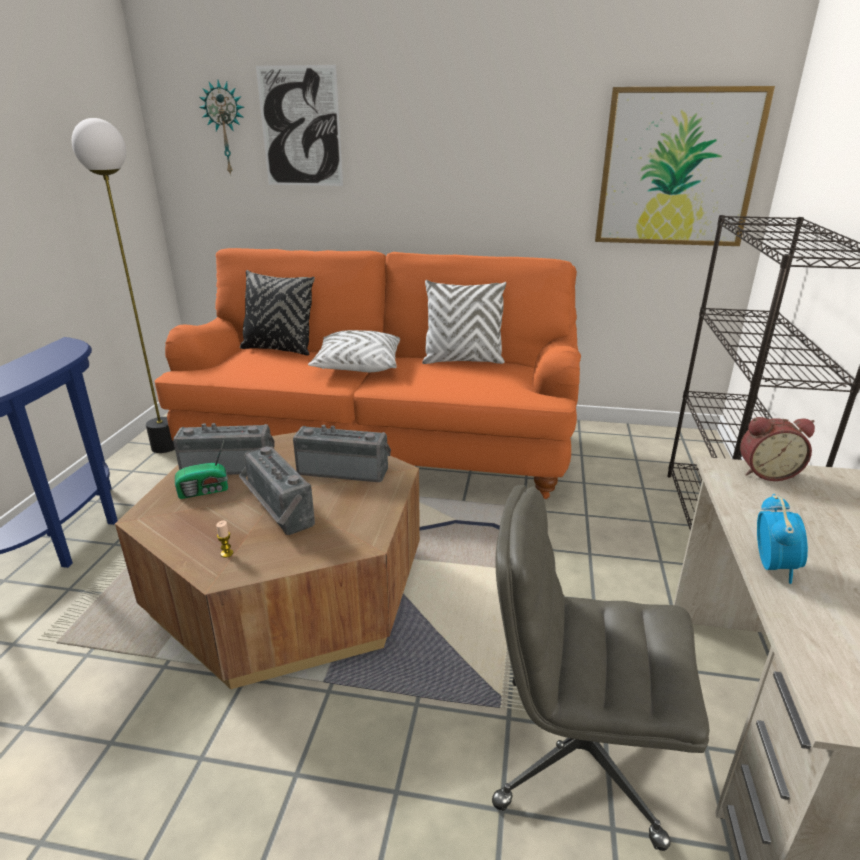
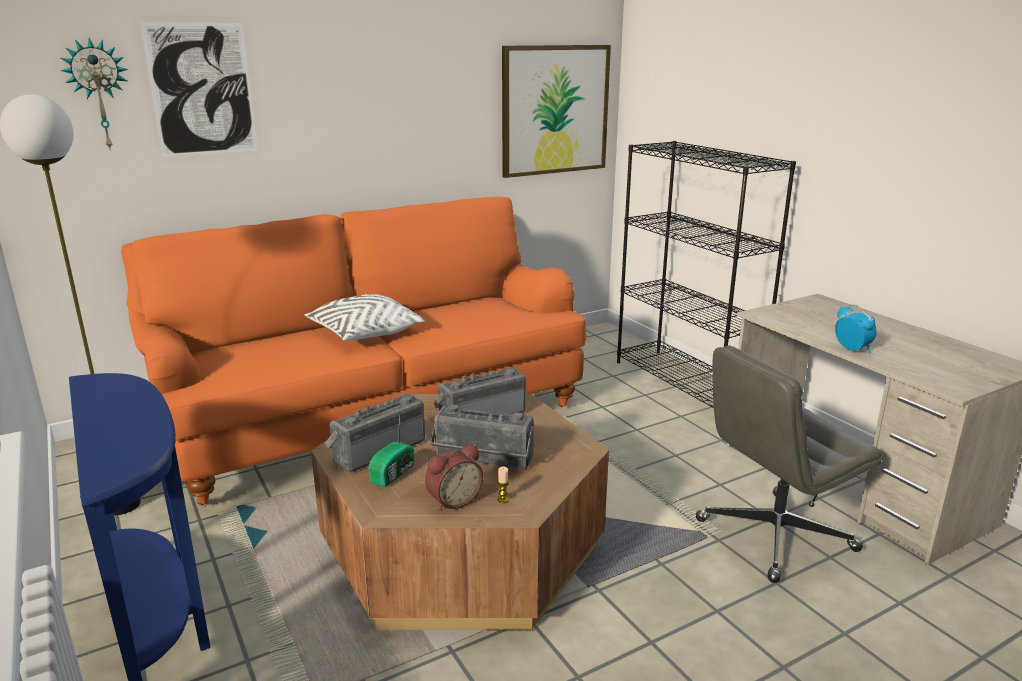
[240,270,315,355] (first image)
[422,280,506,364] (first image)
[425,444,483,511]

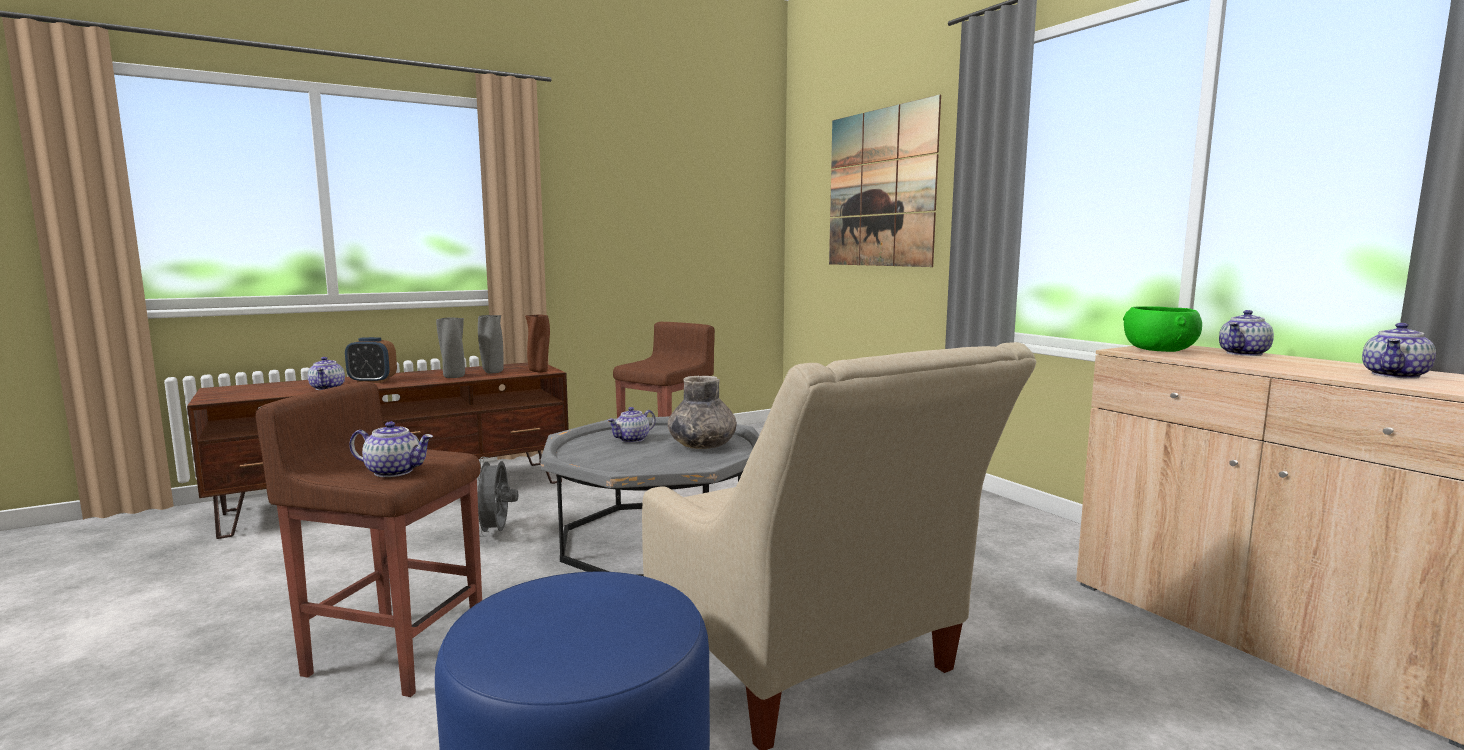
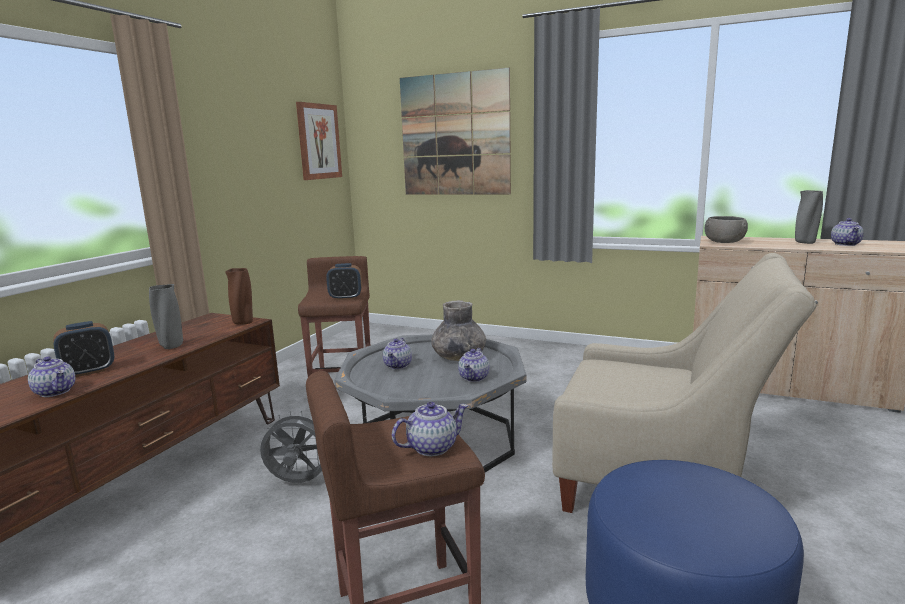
[296,102,342,180]
[326,263,362,300]
[795,190,823,244]
[458,348,490,382]
[705,216,748,243]
[260,411,322,483]

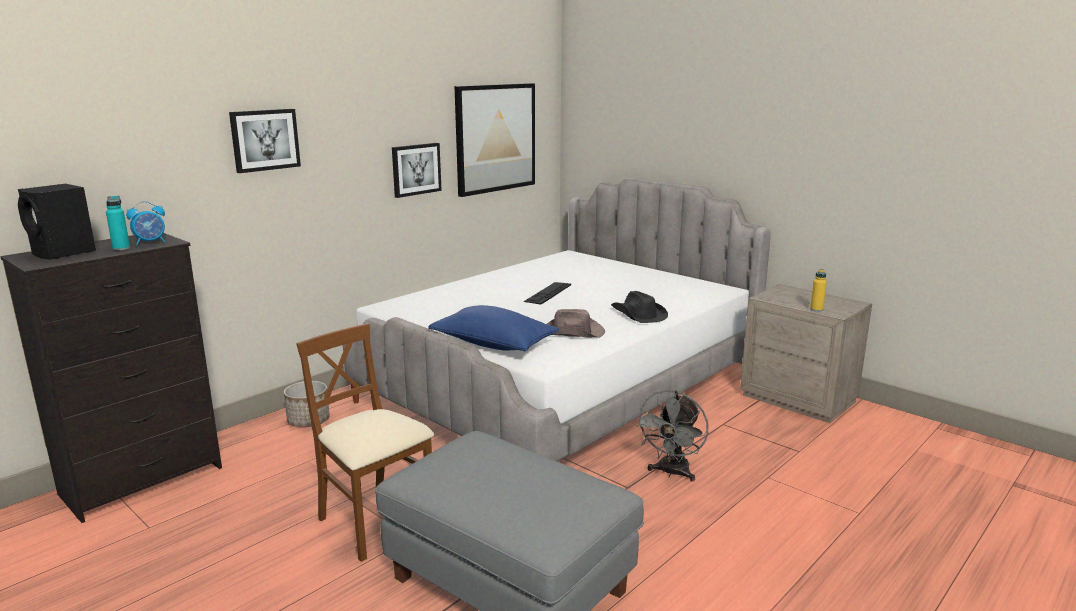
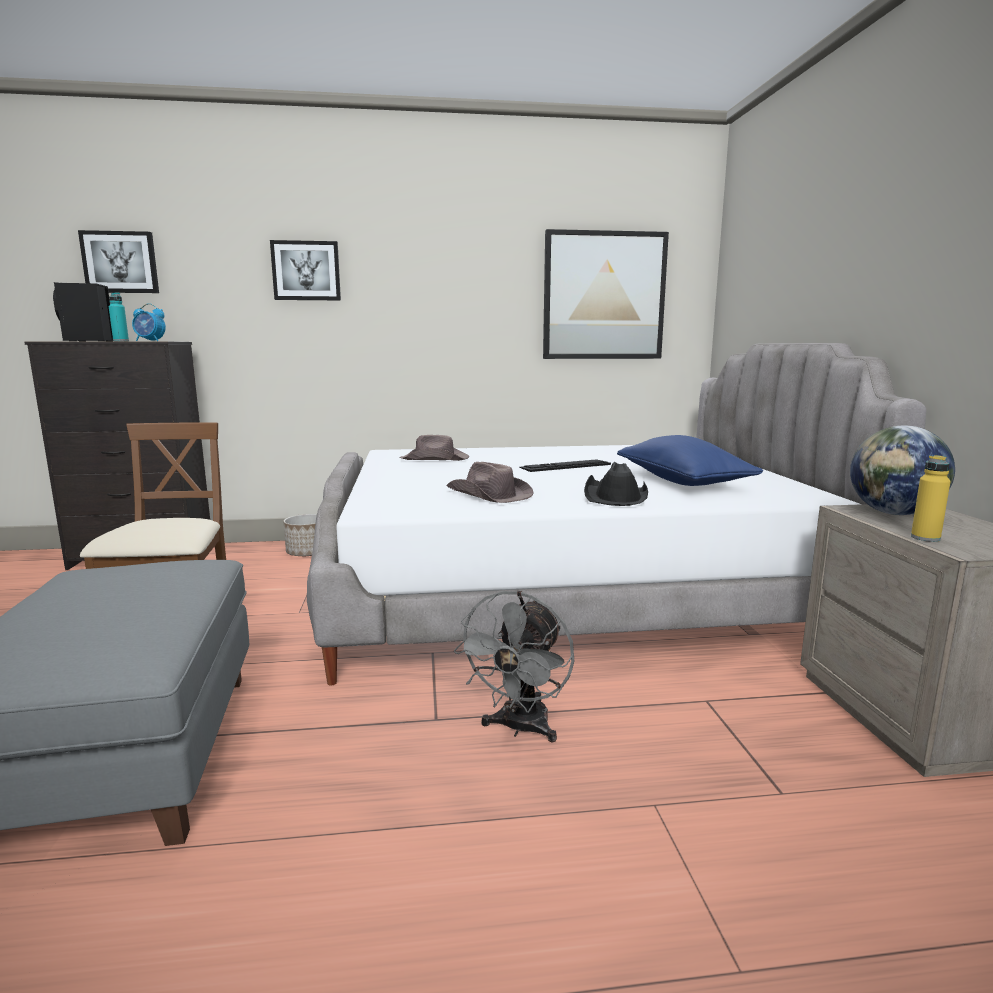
[399,435,469,461]
[850,426,955,515]
[78,230,159,293]
[617,435,763,486]
[454,591,574,743]

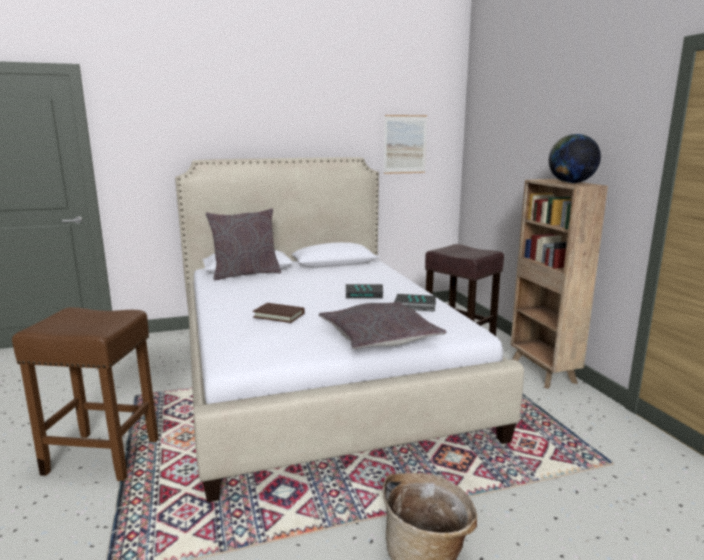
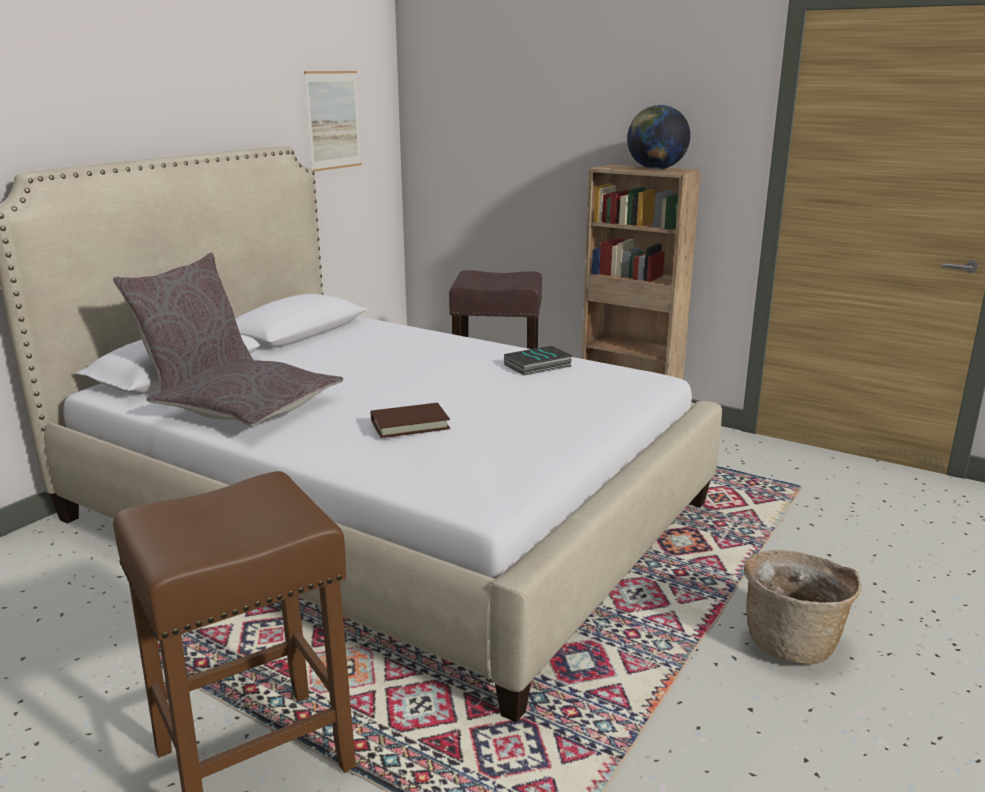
[346,284,383,299] (first image)
[146,358,343,426]

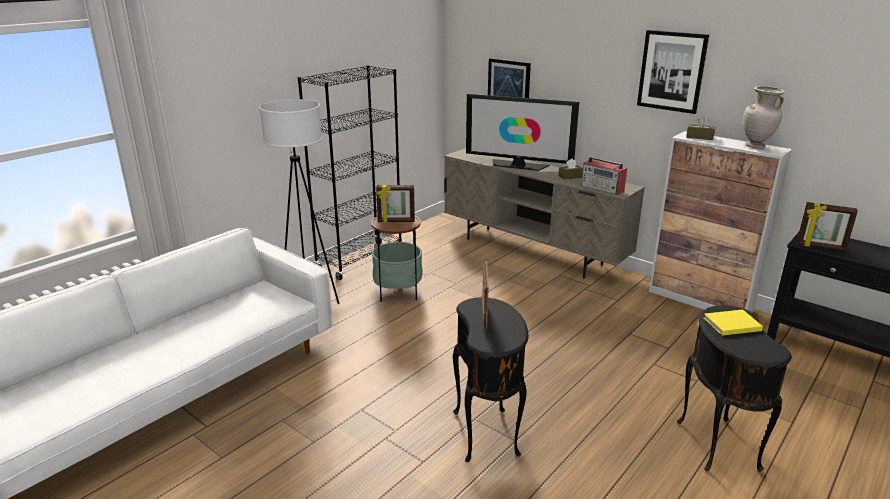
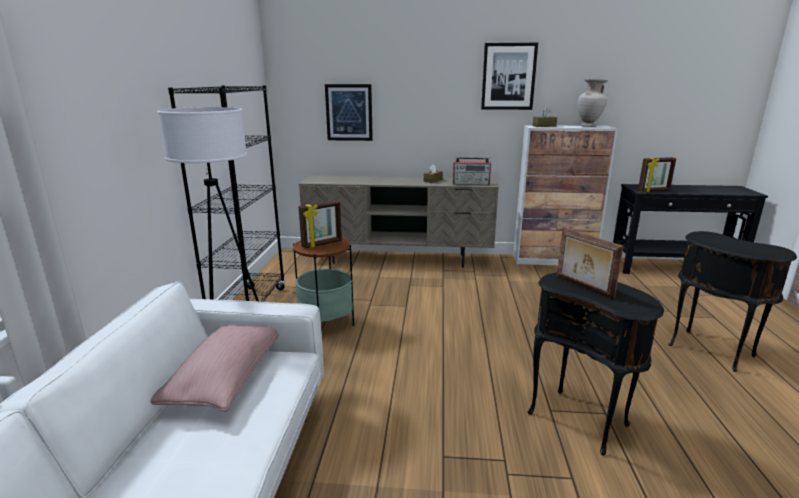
[466,94,579,171] (first image)
[703,310,763,336] (first image)
[151,325,279,411]

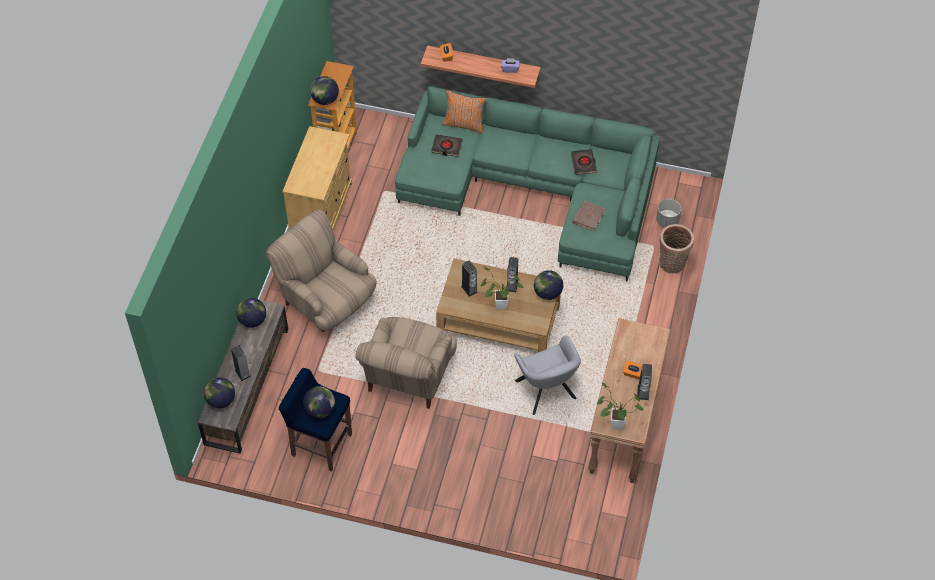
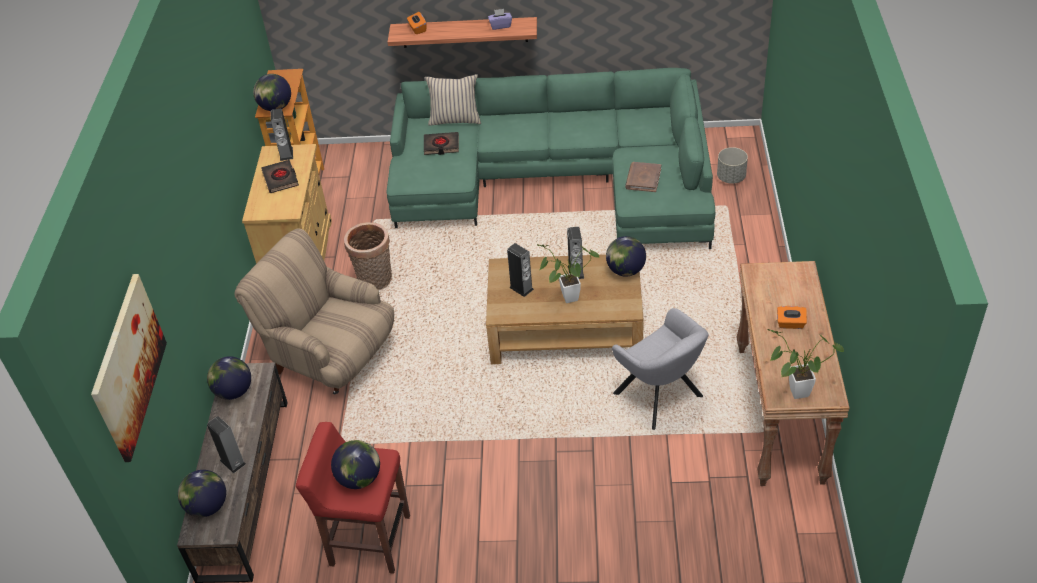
[355,317,457,409] (first image)
[91,274,167,462]
[261,160,299,193]
[271,109,293,161]
[344,222,392,290]
[296,422,410,574]
[425,74,481,126]

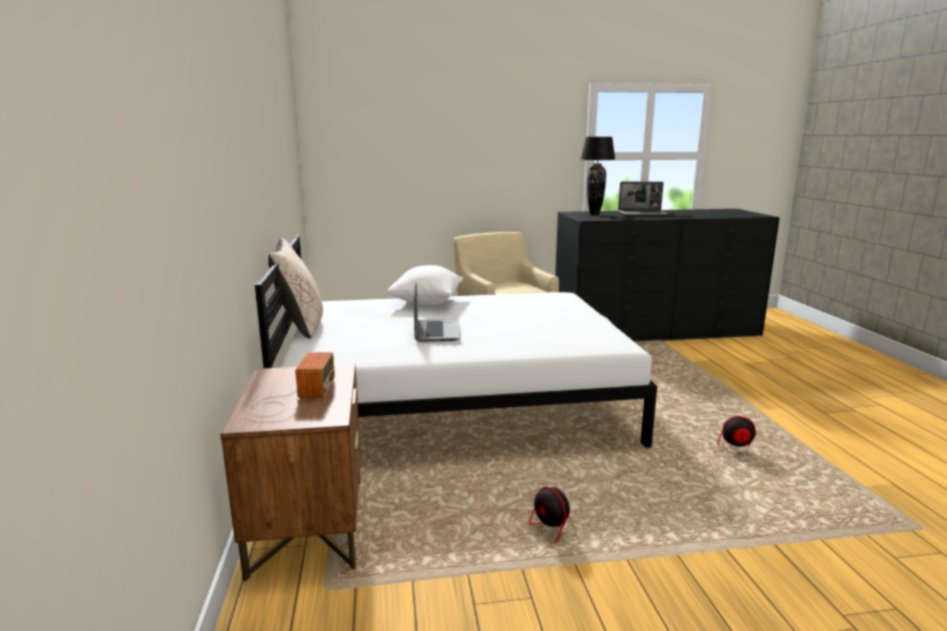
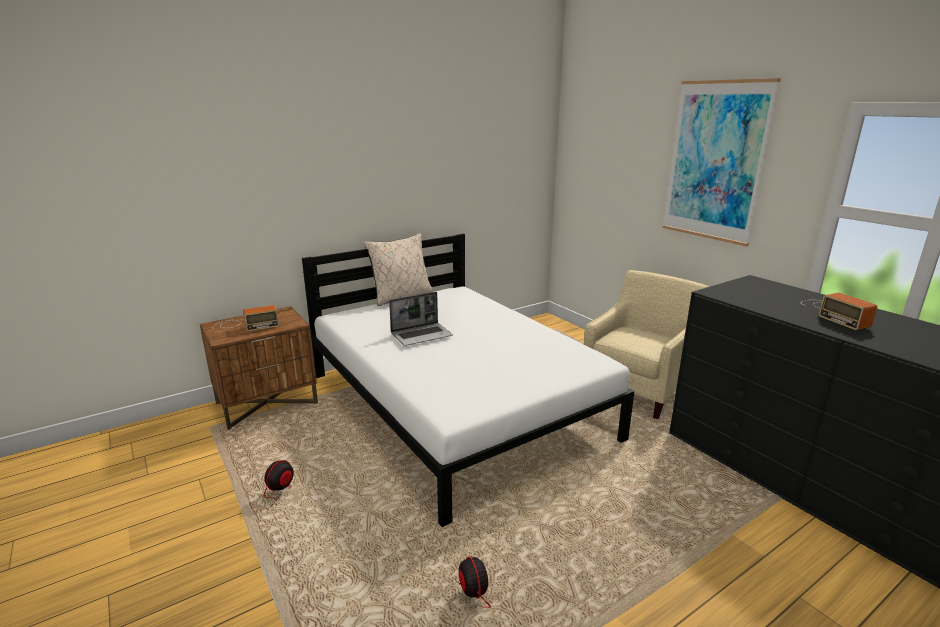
[387,265,463,305] (first image)
[581,137,615,215] (first image)
[662,78,781,246]
[801,293,877,330]

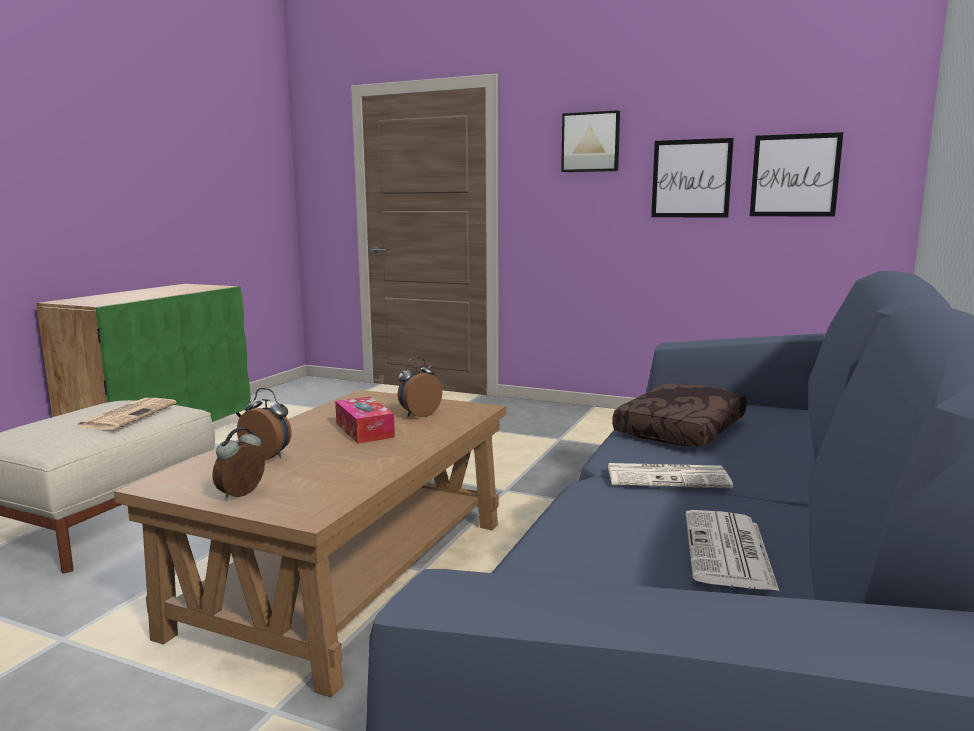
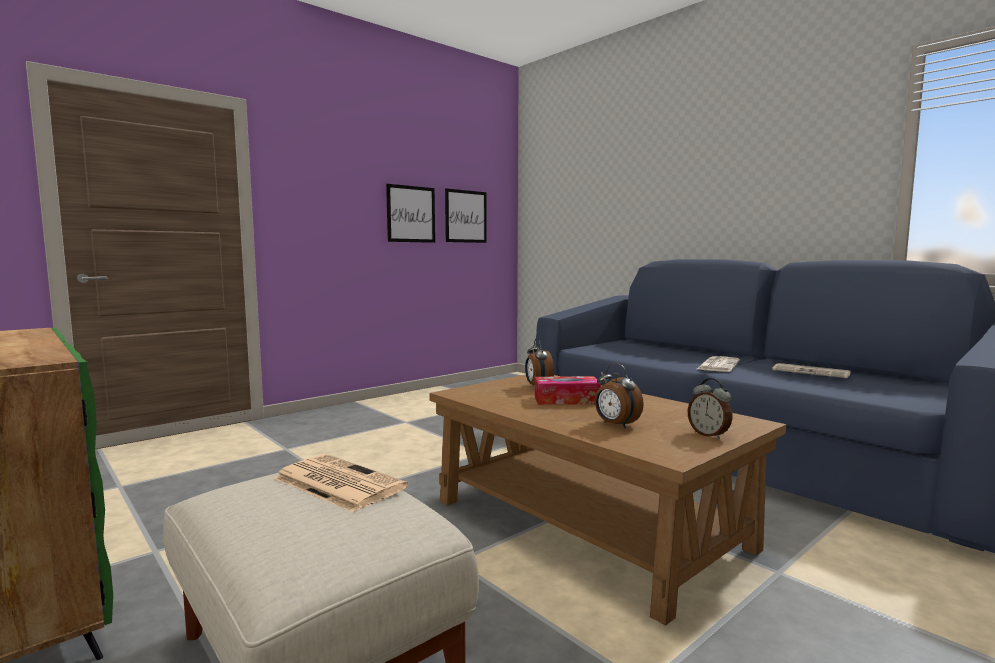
[561,110,620,172] (first image)
[612,383,747,447] (first image)
[595,363,644,428]

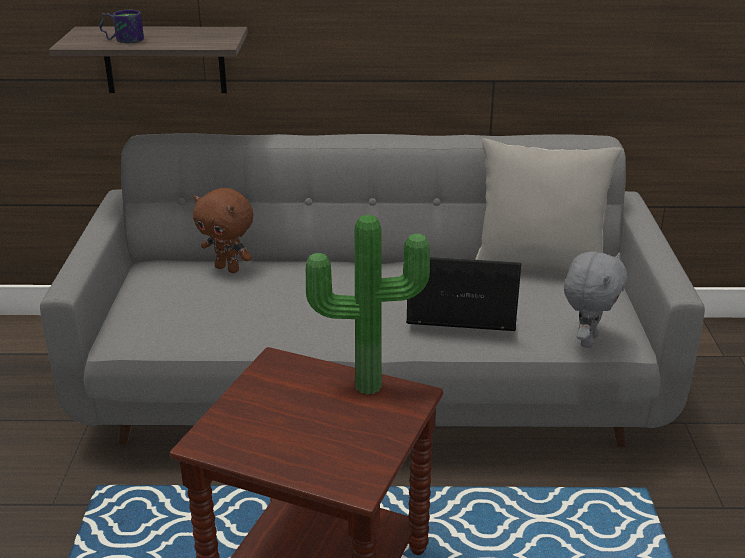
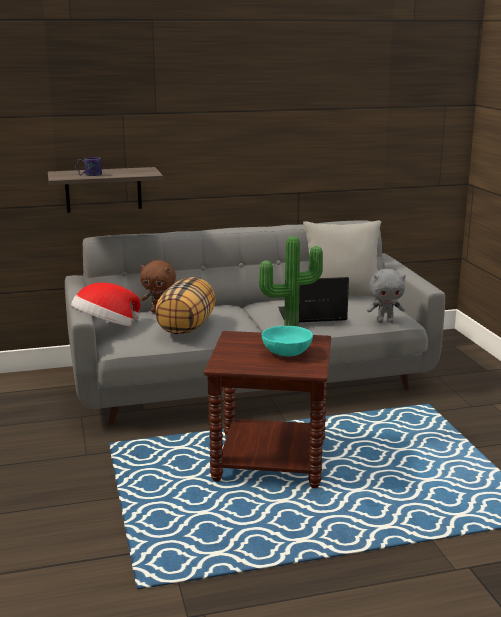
[71,283,141,326]
[156,277,216,334]
[262,326,313,356]
[367,269,406,323]

